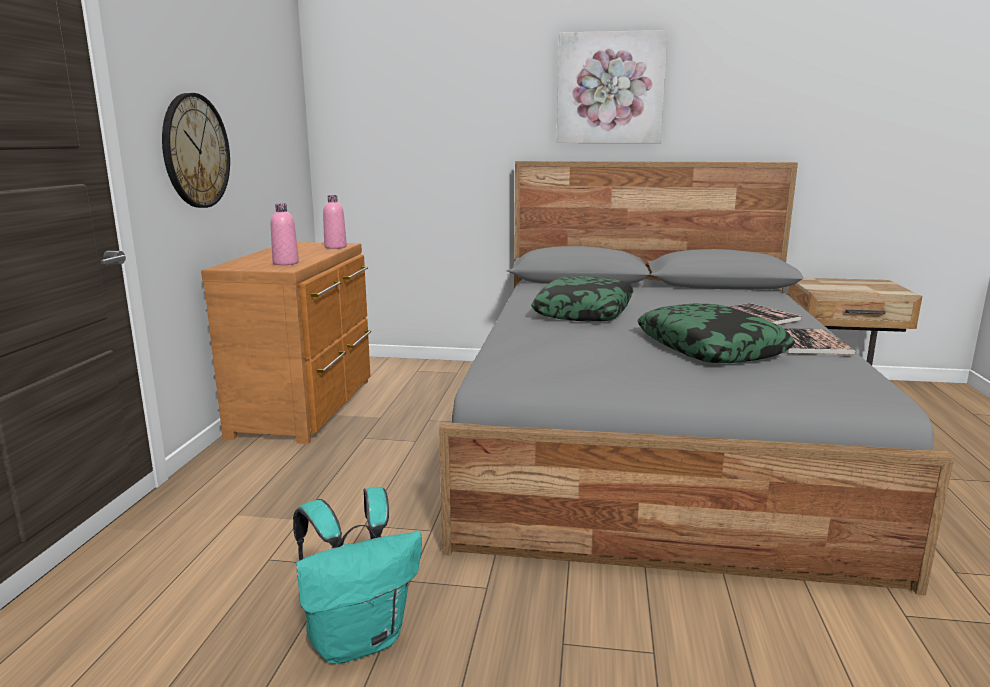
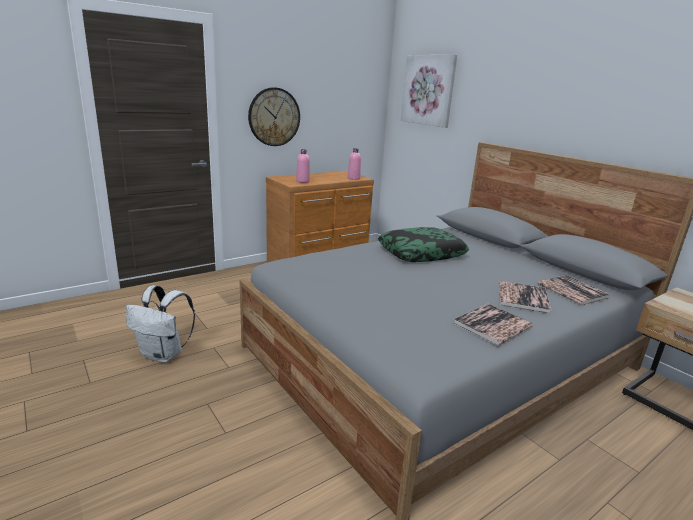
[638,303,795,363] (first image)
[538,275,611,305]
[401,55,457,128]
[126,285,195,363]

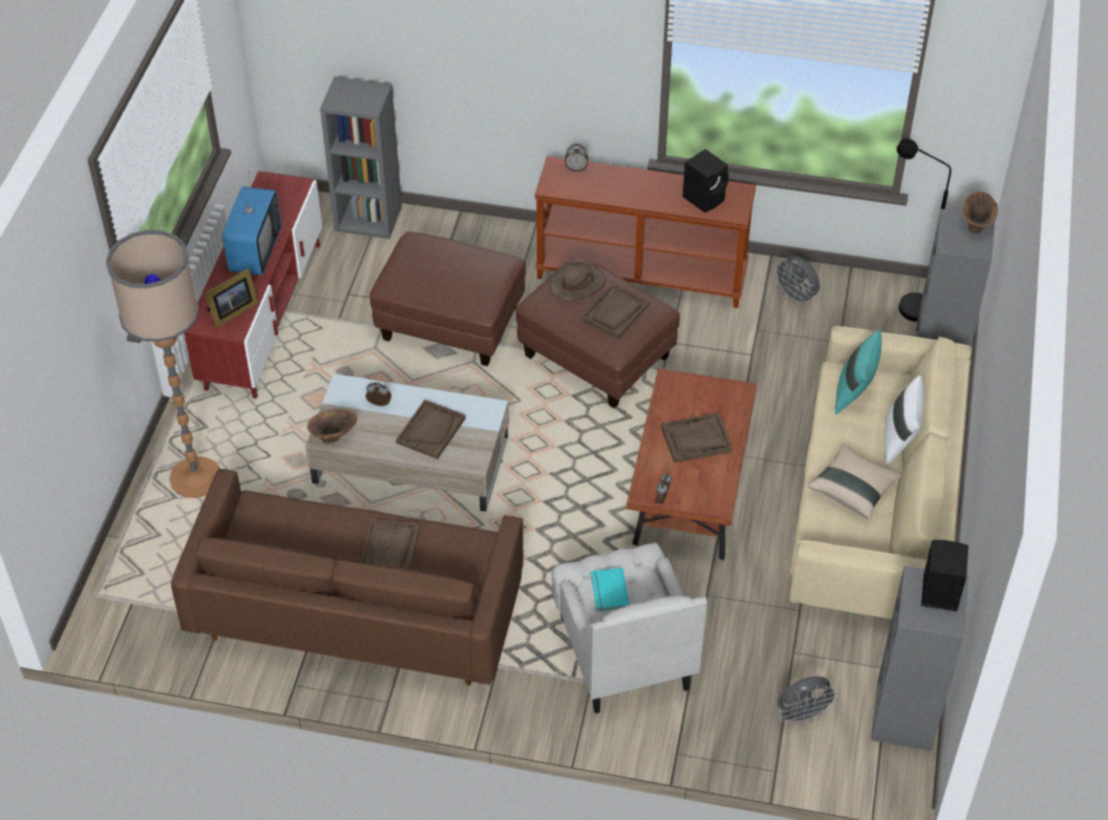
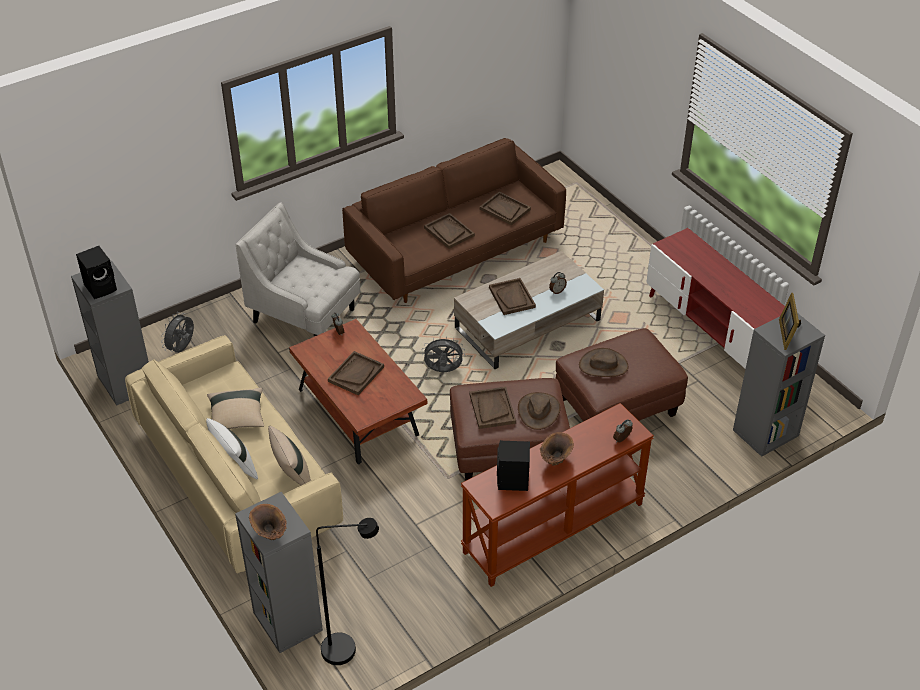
[106,230,220,498] (first image)
[223,171,281,275] (first image)
[591,568,630,611] (first image)
[480,192,531,226]
[579,348,628,377]
[779,293,801,350]
[540,432,574,466]
[422,336,465,372]
[268,426,311,486]

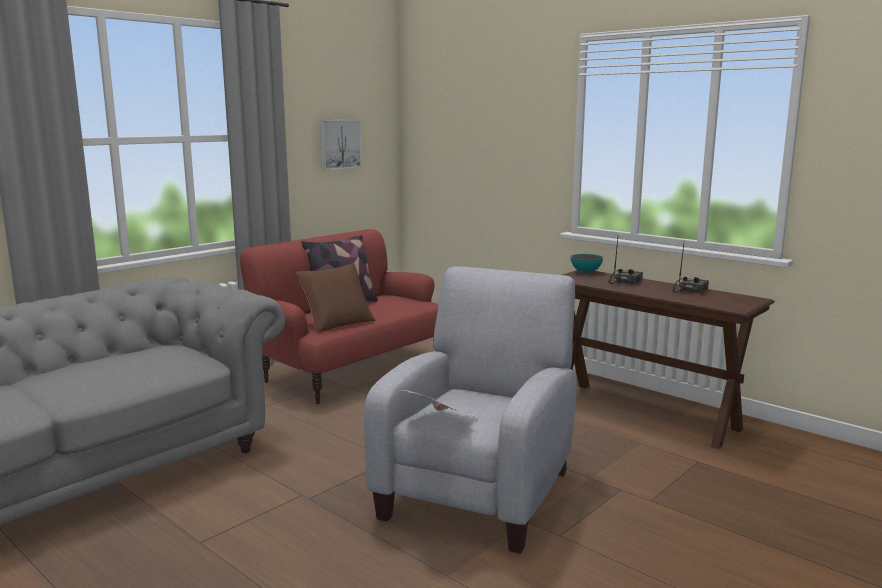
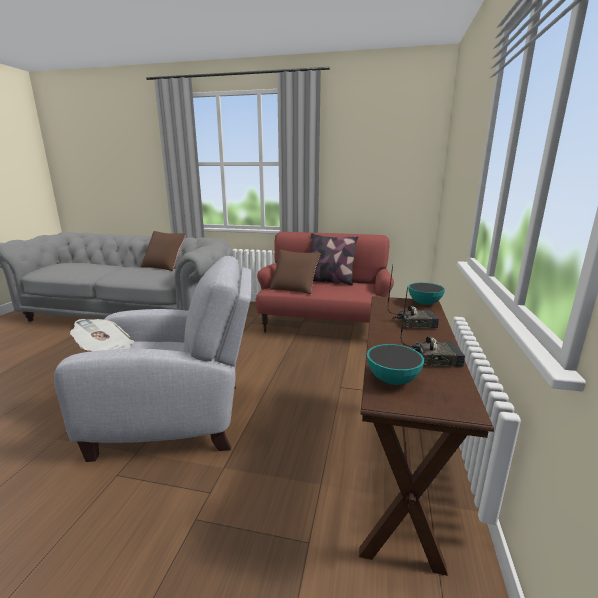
[320,120,362,170] (first image)
[141,231,186,271]
[367,344,424,385]

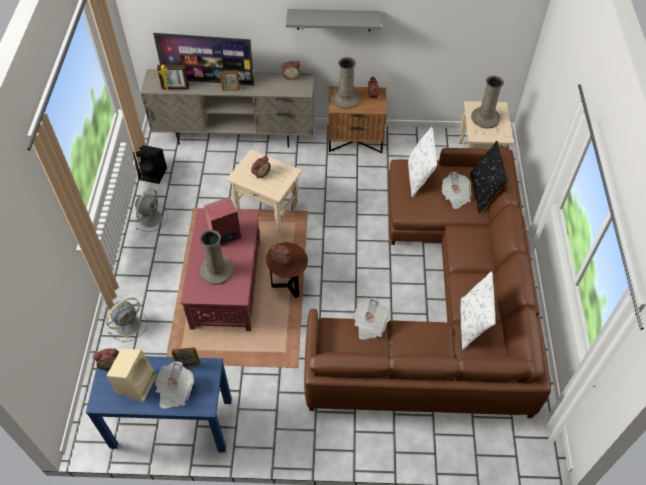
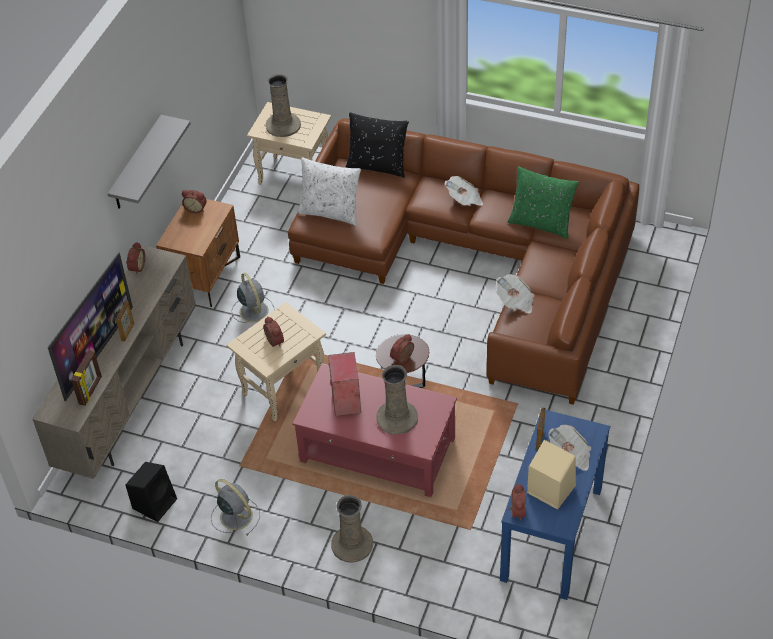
[231,273,274,323]
[331,495,373,562]
[445,176,483,206]
[508,166,579,239]

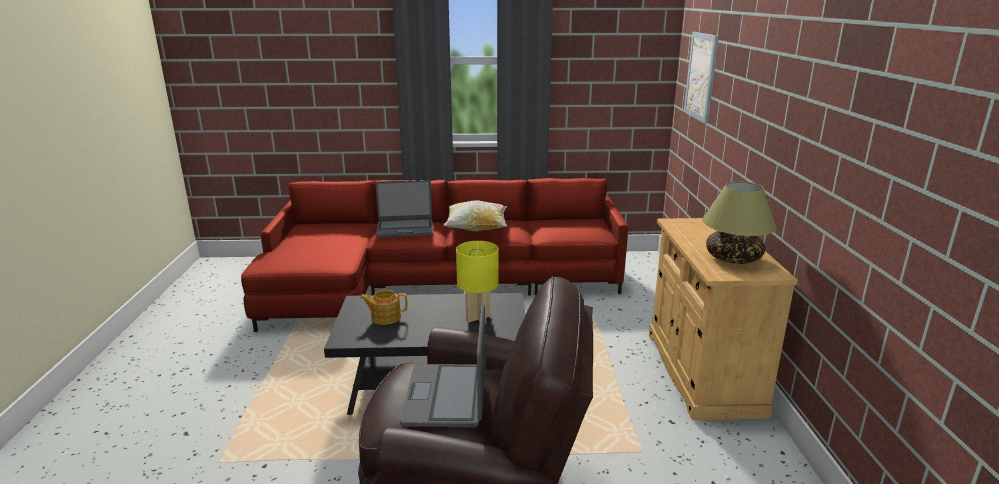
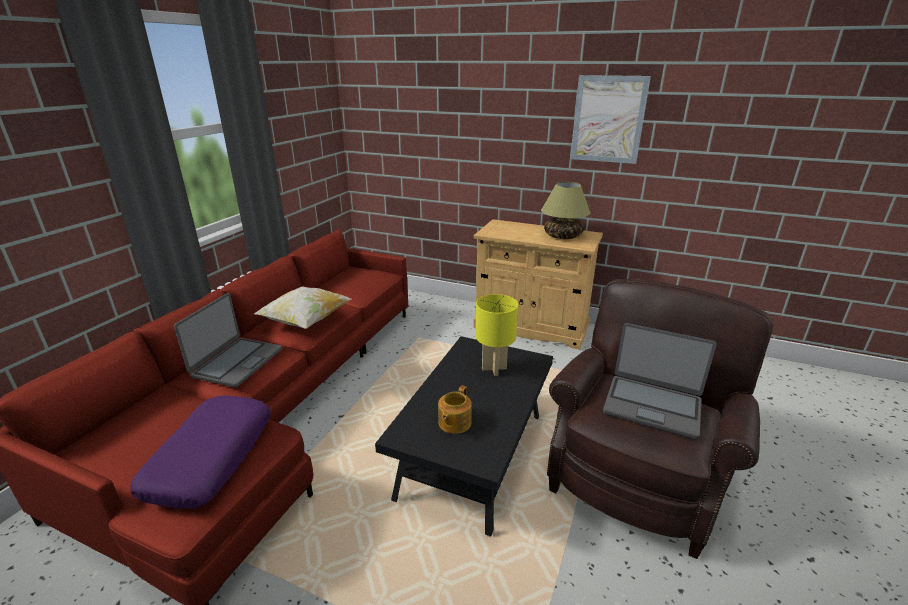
[131,396,271,509]
[570,75,651,164]

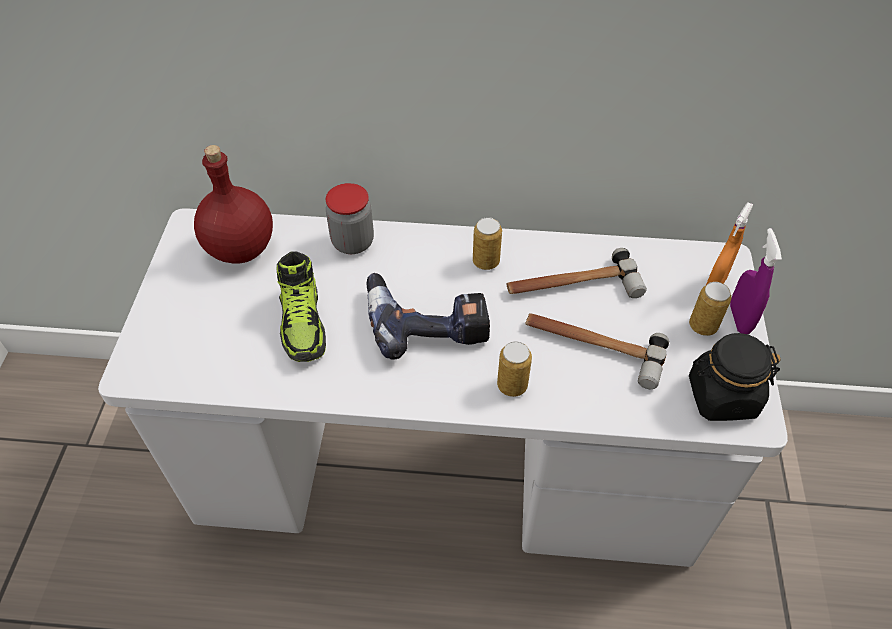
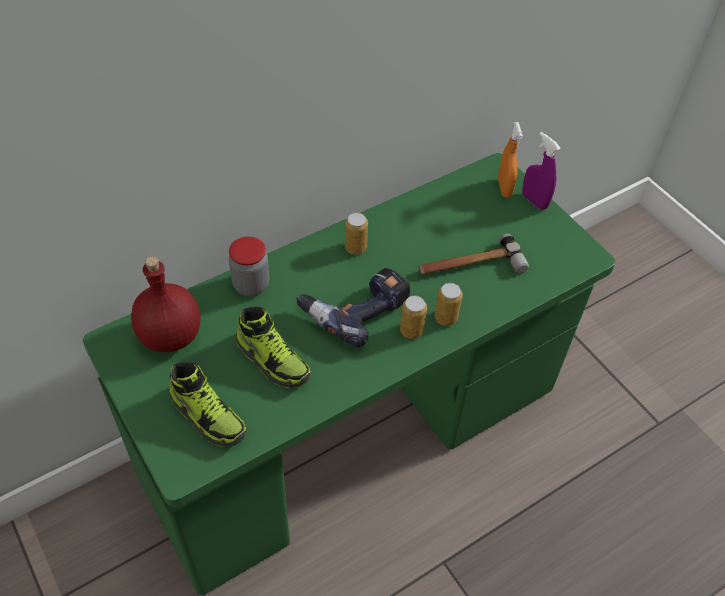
[507,248,647,298] (first image)
[689,333,781,421] (first image)
[169,361,248,447]
[400,296,427,339]
[83,153,616,596]

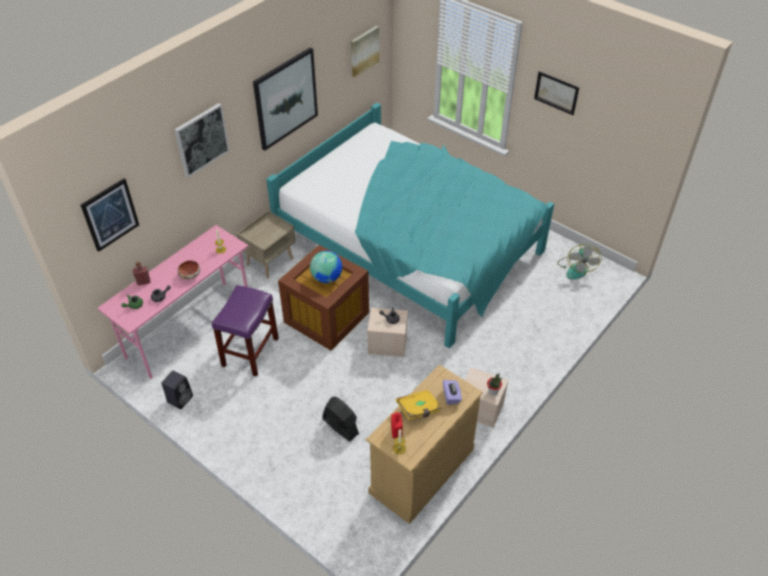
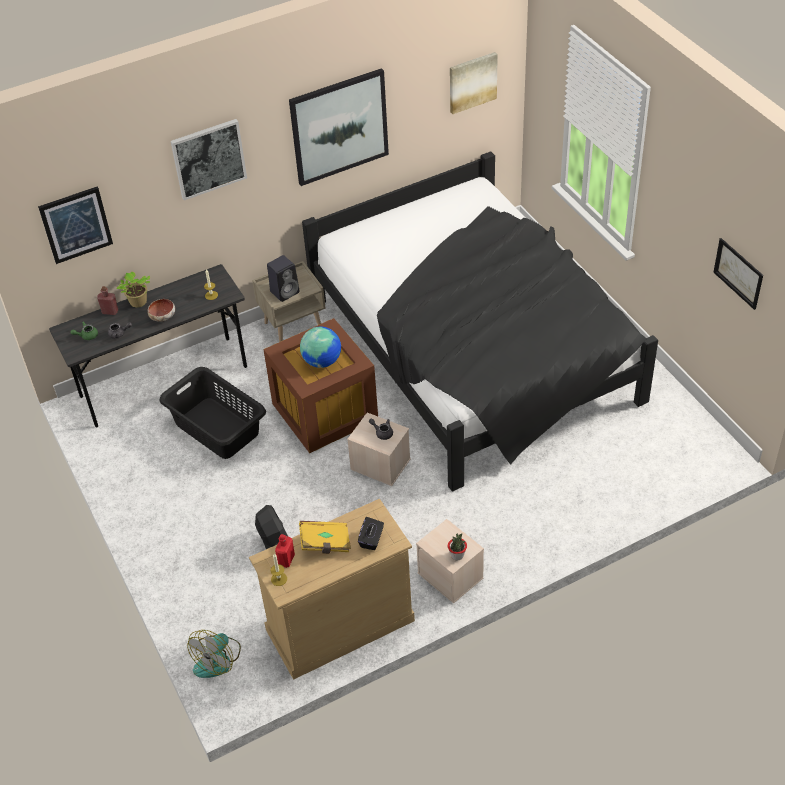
[117,271,150,307]
[267,255,299,302]
[713,238,763,310]
[188,630,241,678]
[160,367,266,459]
[49,264,247,427]
[302,151,658,492]
[358,517,384,550]

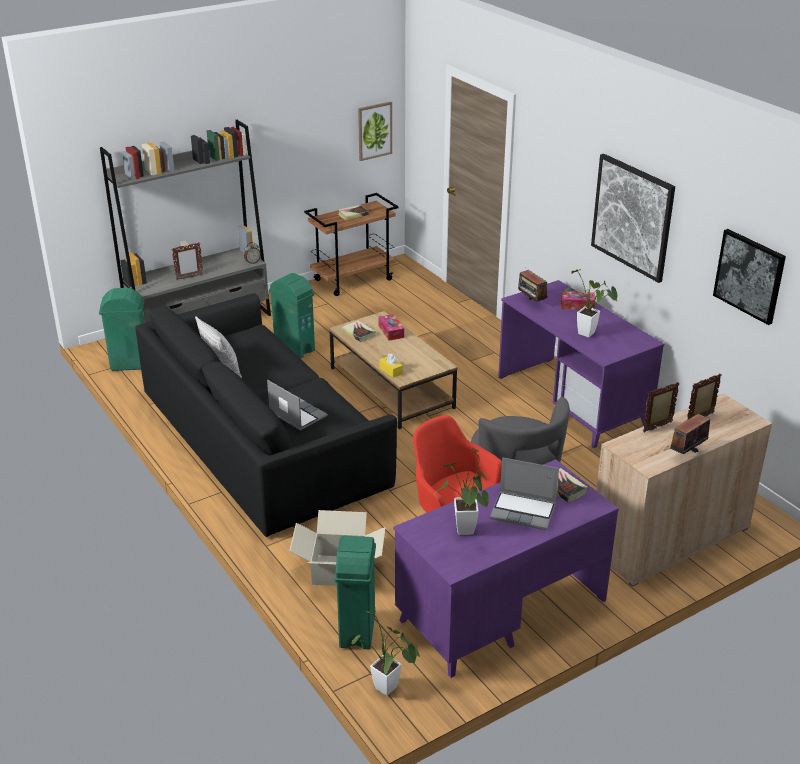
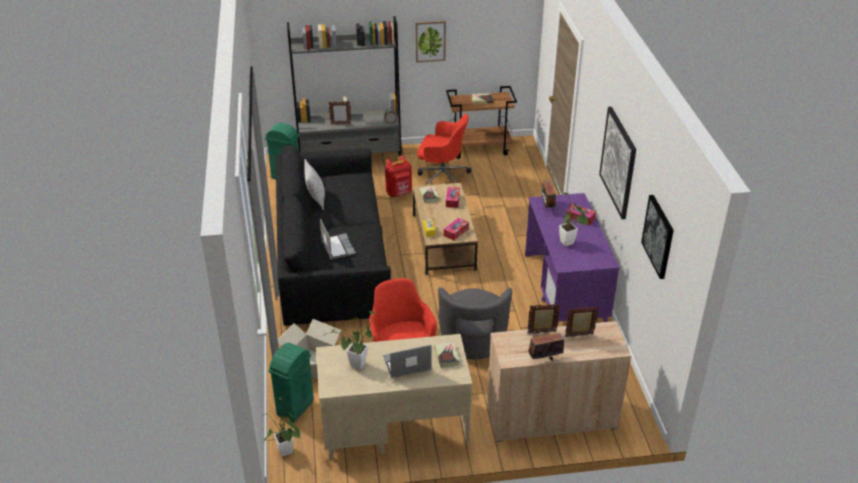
[417,114,472,185]
[444,218,469,241]
[415,20,446,63]
[385,155,412,197]
[316,334,472,460]
[383,345,432,378]

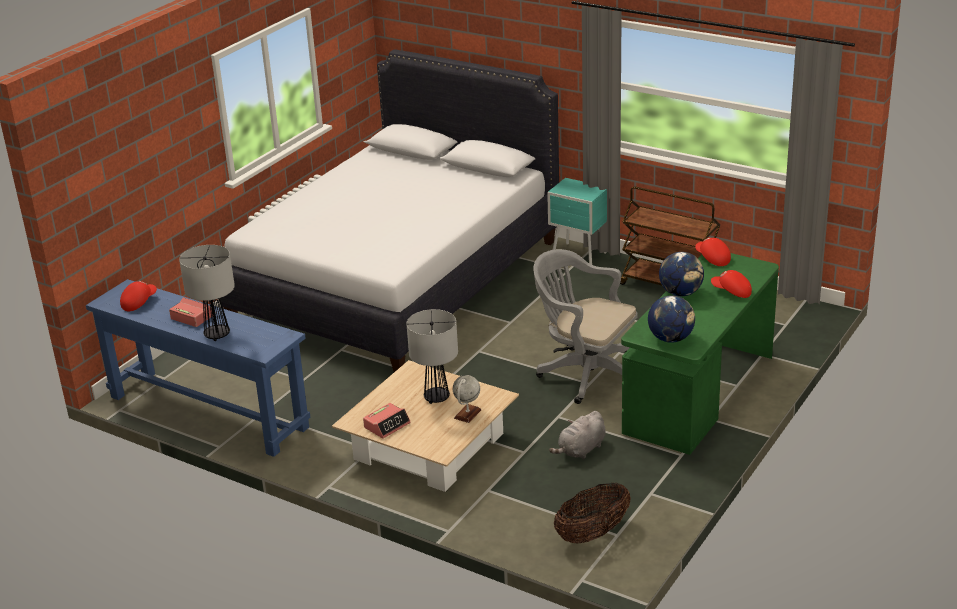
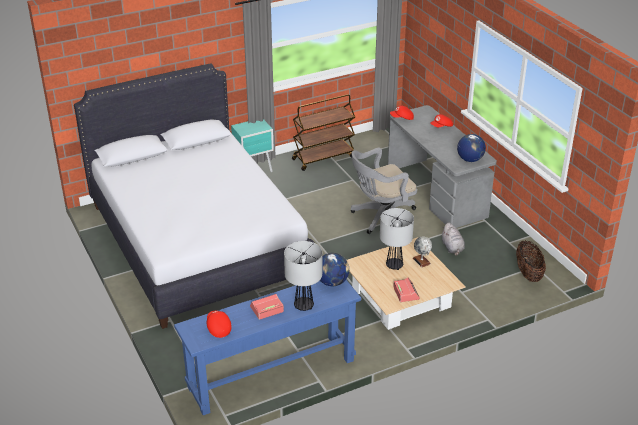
[320,253,349,286]
[388,105,497,228]

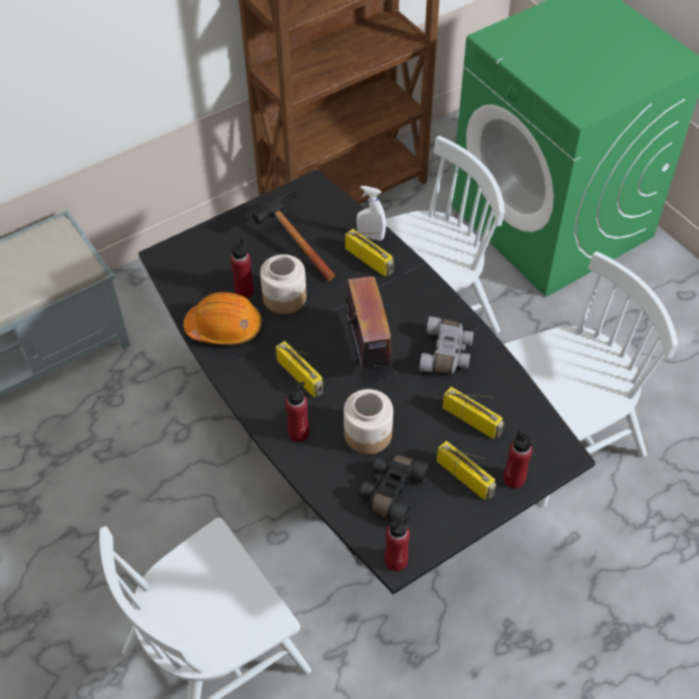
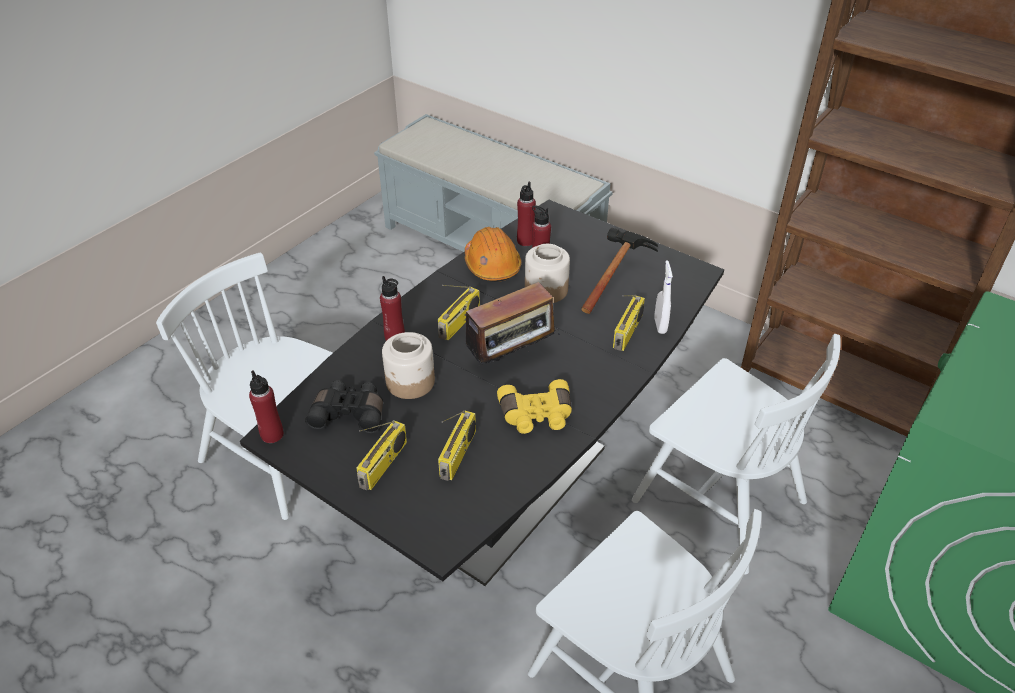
[517,182,536,246]
[497,379,572,434]

